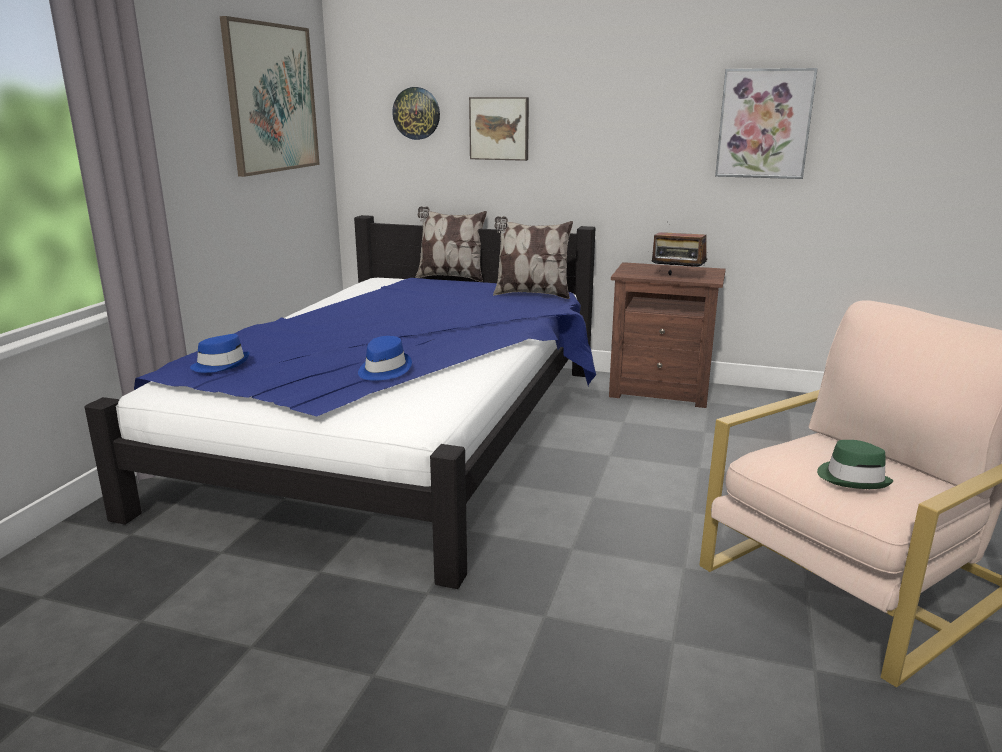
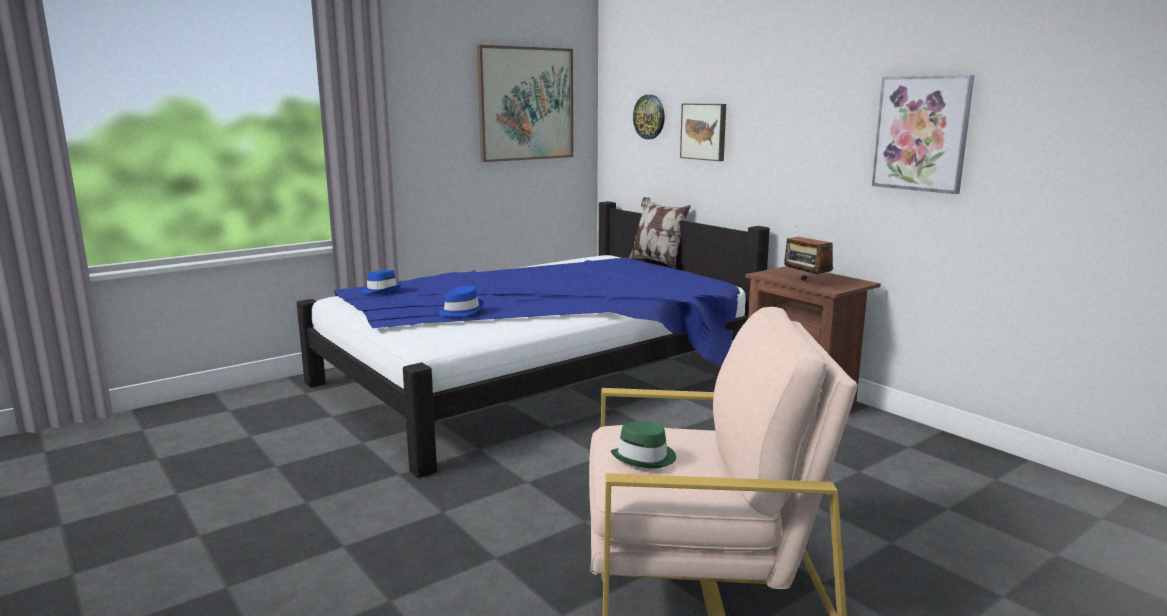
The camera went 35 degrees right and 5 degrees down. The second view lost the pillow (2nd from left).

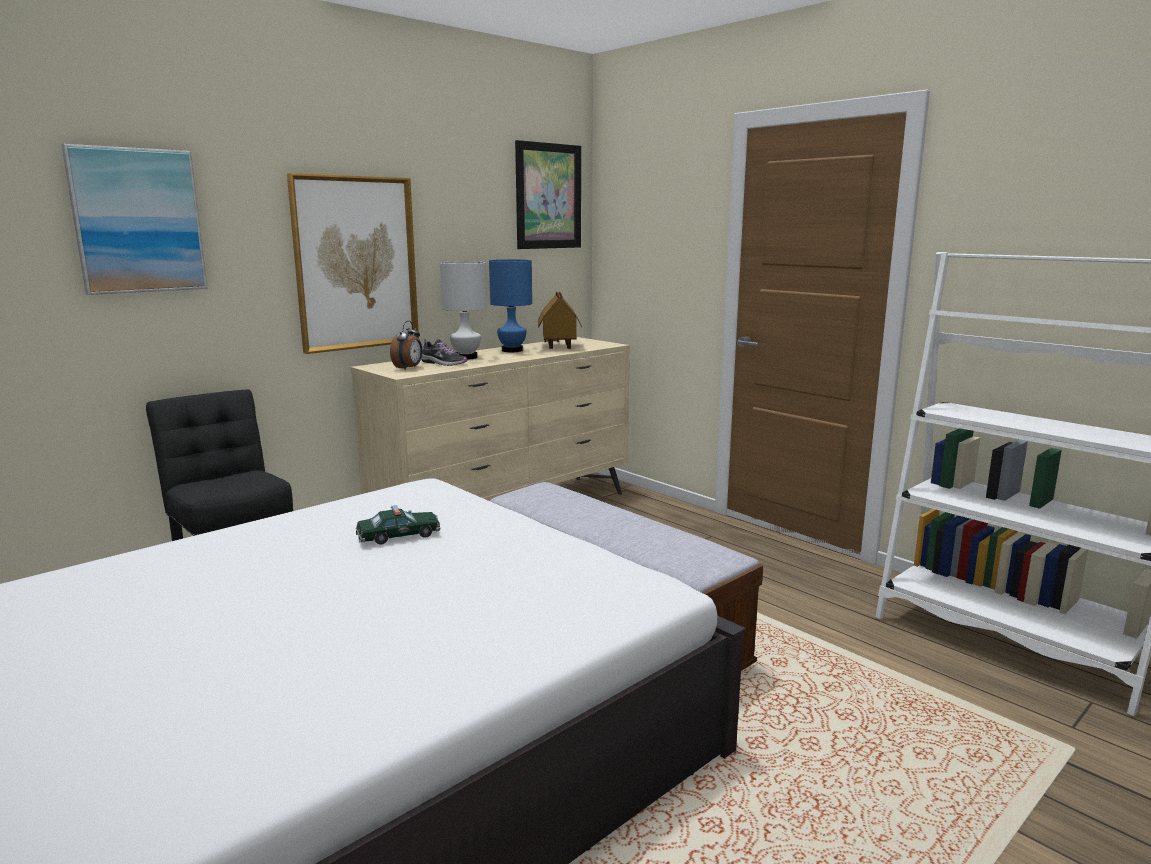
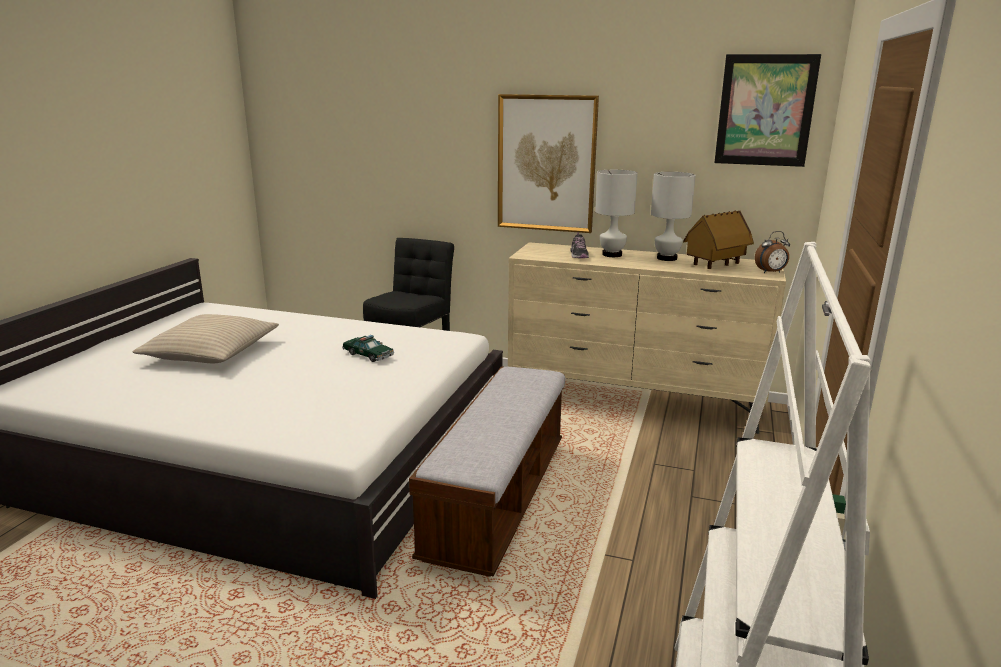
The camera went 60 degrees right and 5 degrees up. The second view gained the beige pillow. What was the blue table lamp turned into the white table lamp (2nd from left). The alarm clock ended up elsewhere. The second view lost the picture (1st from left).

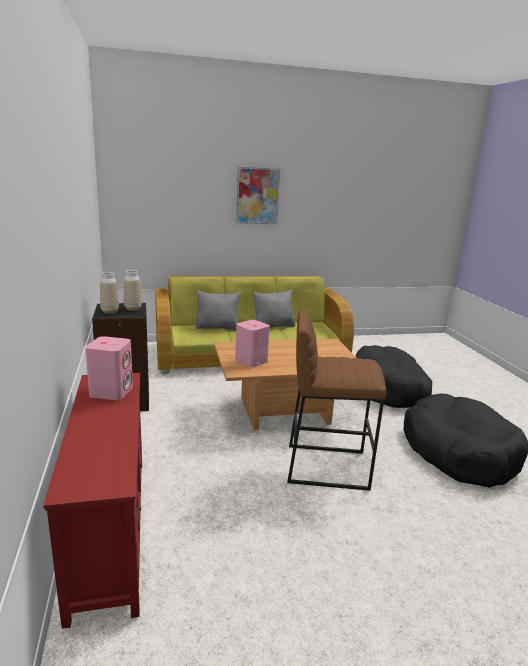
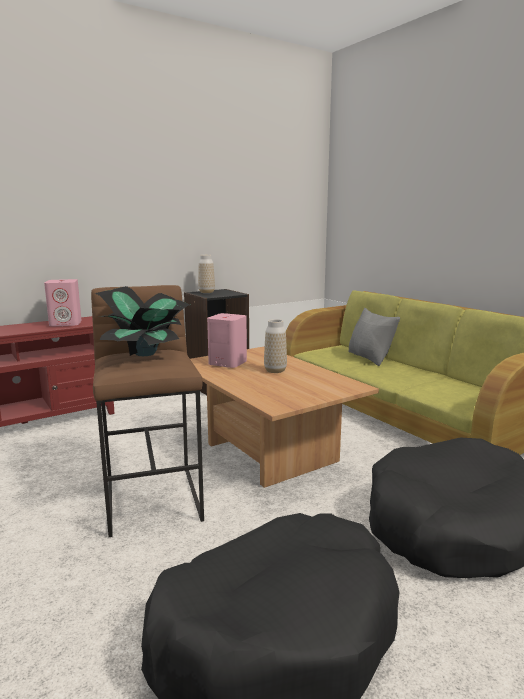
The camera went 70 degrees right and 5 degrees down. The second view gained the potted plant. The vase (2nd from left) ended up elsewhere. The second view lost the picture. The second view lost the grey pillow (2nd from left).

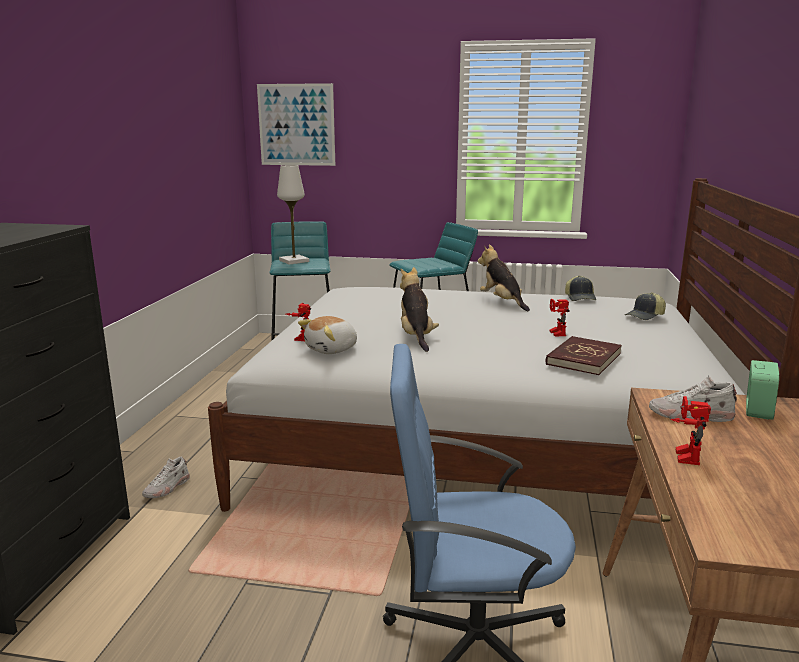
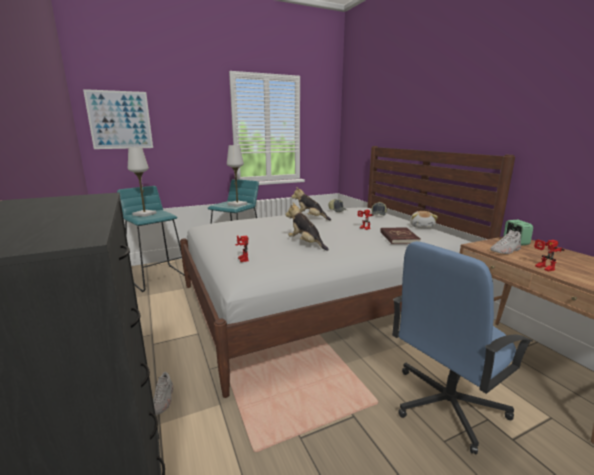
The camera went 35 degrees left and 0 degrees up. The second view gained the white table lamp (2nd from left). The plush toy (1st from left in the first image) ended up elsewhere.

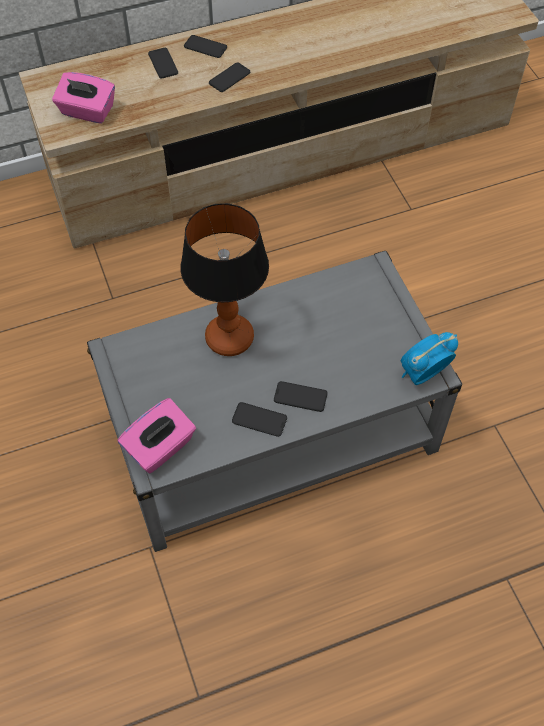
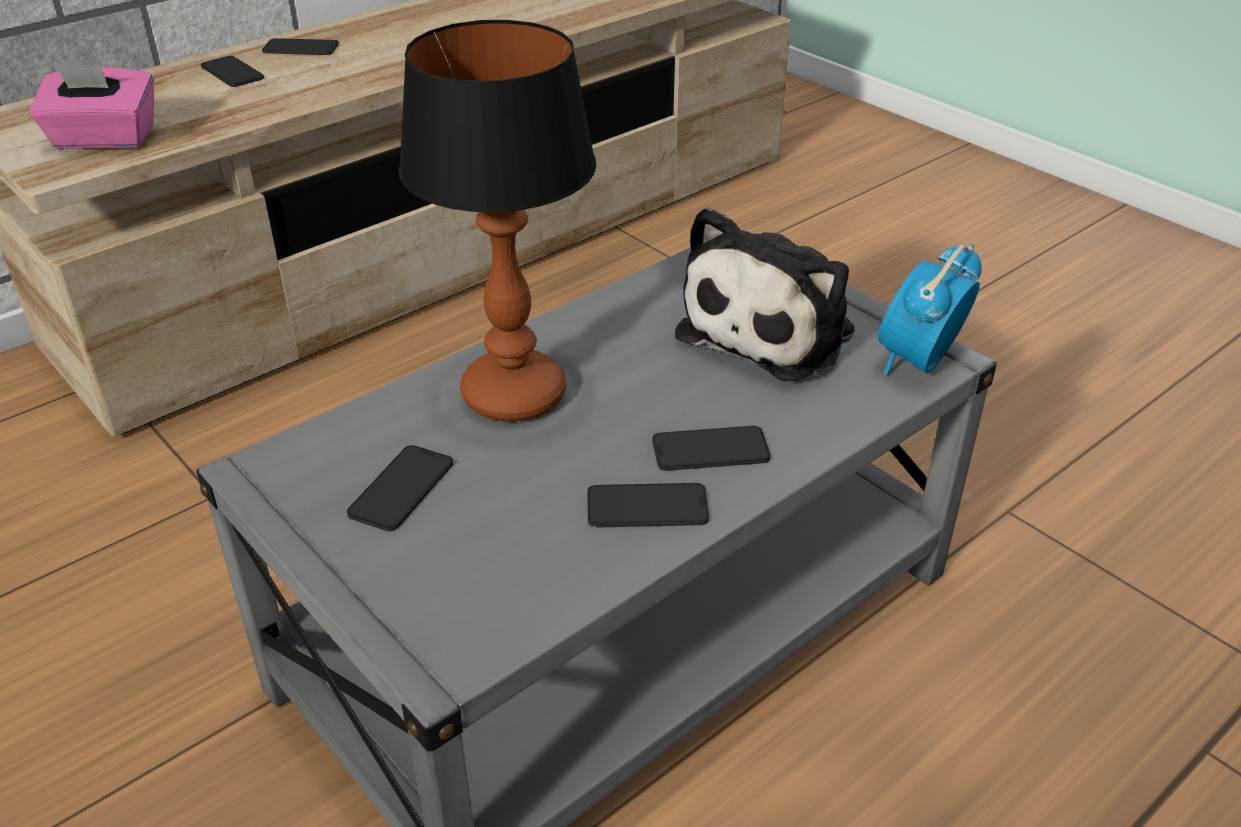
The camera went 20 degrees left and 20 degrees down. The phone (3rd from left) ended up elsewhere. The second view gained the plush toy. The second view lost the pink tissue box (2nd from left).

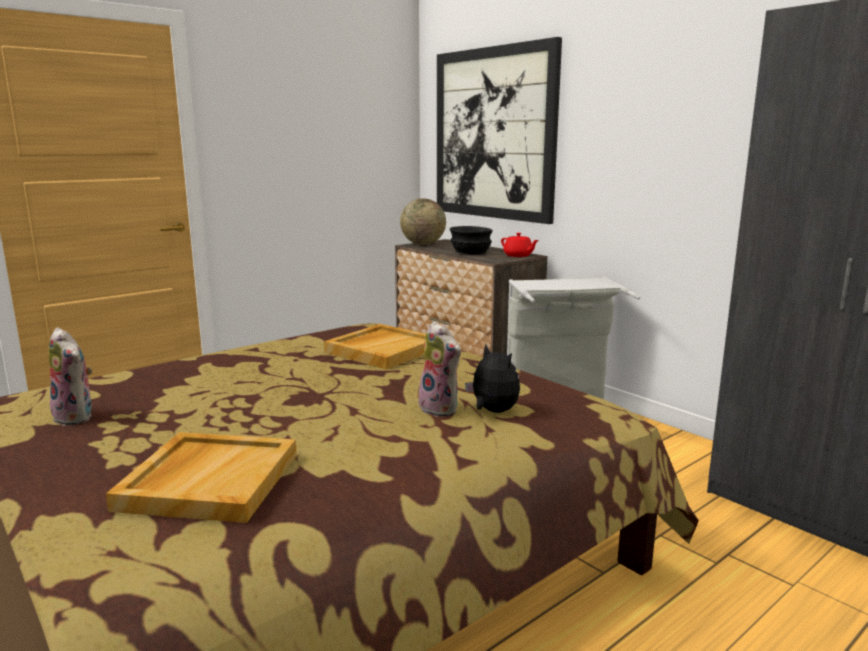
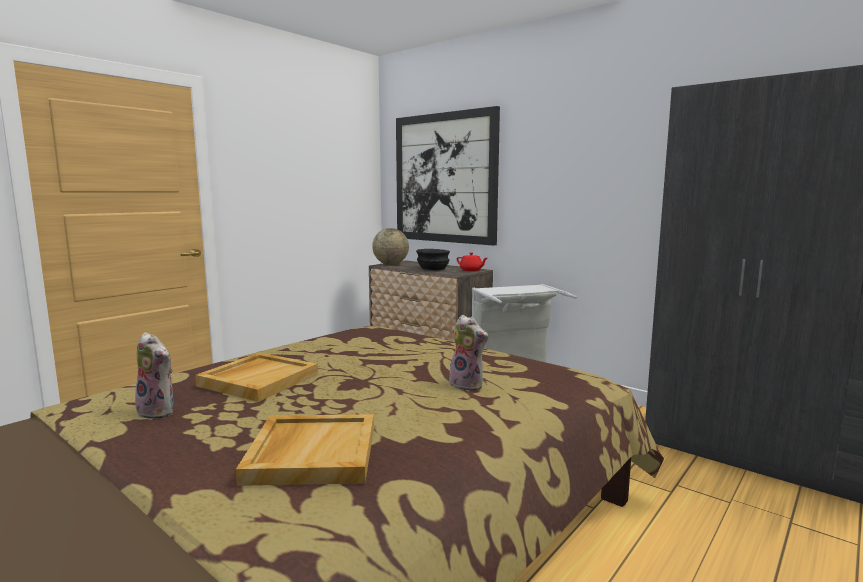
The camera went 10 degrees left and 5 degrees down. The beige tray (2nd from left in the first image) ended up elsewhere. The second view lost the plush toy (3rd from left).

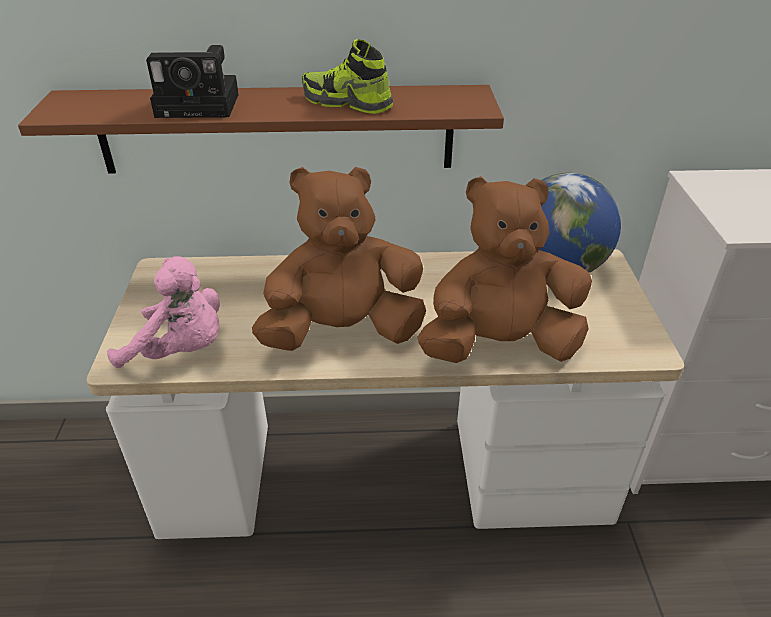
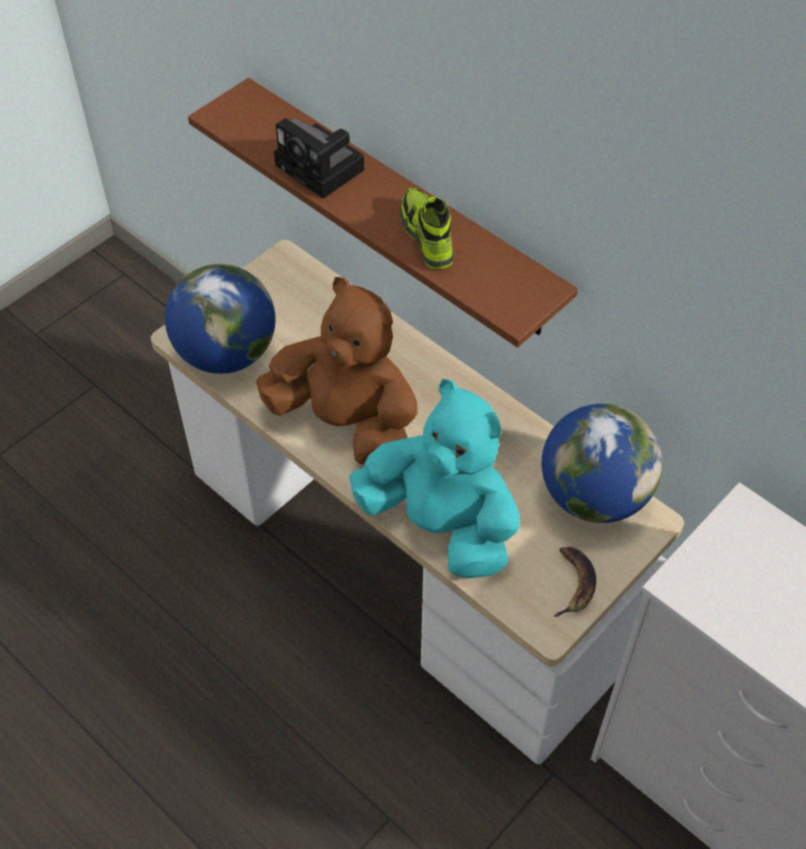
The camera went 45 degrees right and 15 degrees up. Where the pink plush toy stood, the globe (1st from left) came to stand. What was the brown plush toy (2nd from left) turned into the turquoise plush toy. The second view gained the banana.

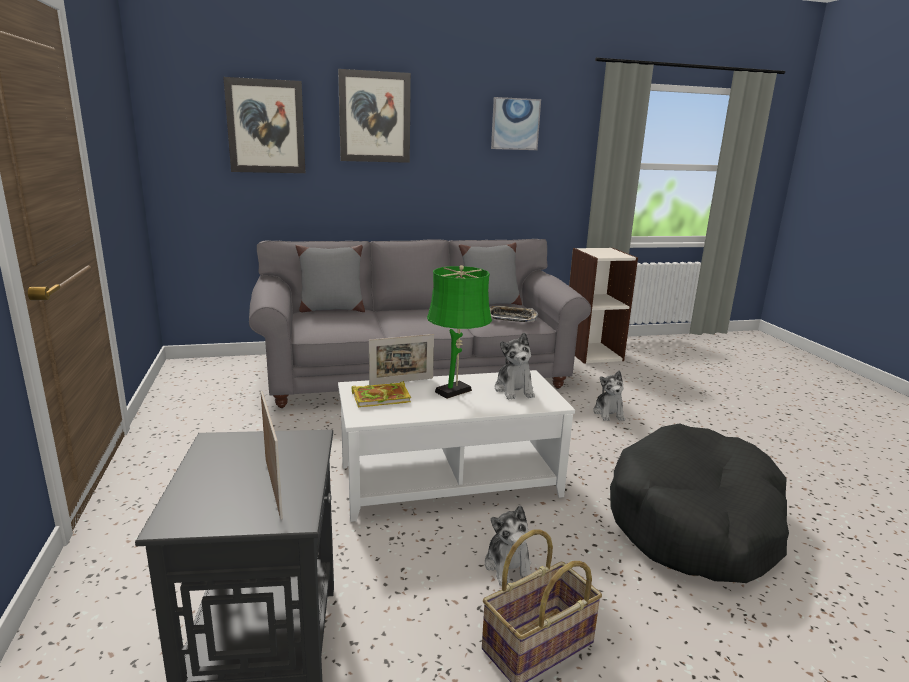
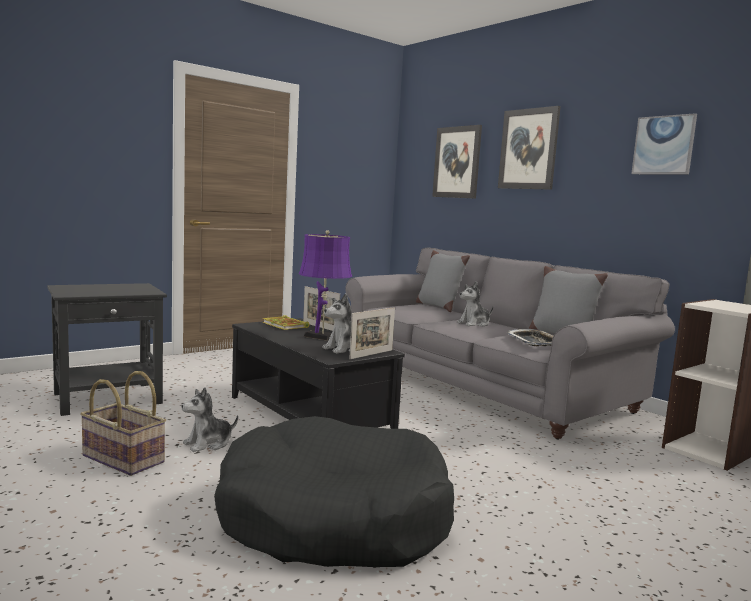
The camera went 65 degrees right and 10 degrees down. What was the white coffee table turned into the black coffee table. What was the green table lamp turned into the purple table lamp. The picture frame (1st from left in the first image) ended up elsewhere. The plush toy (3rd from left) ended up elsewhere.

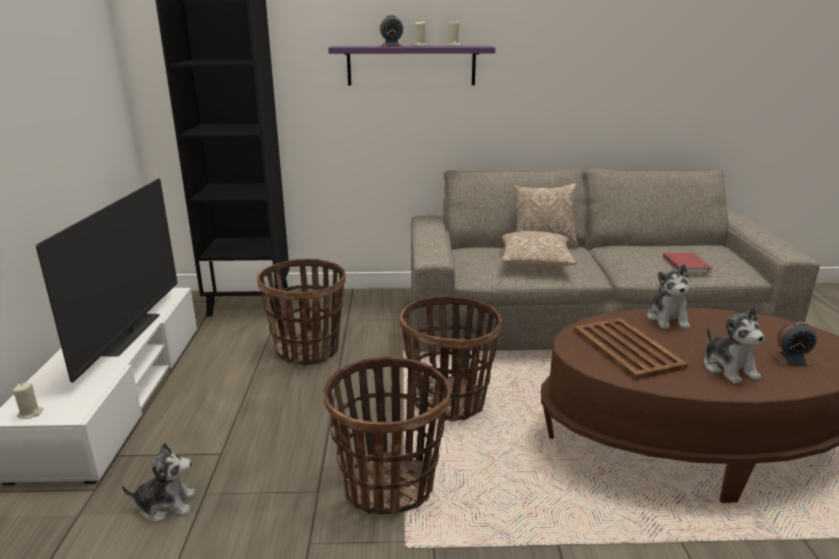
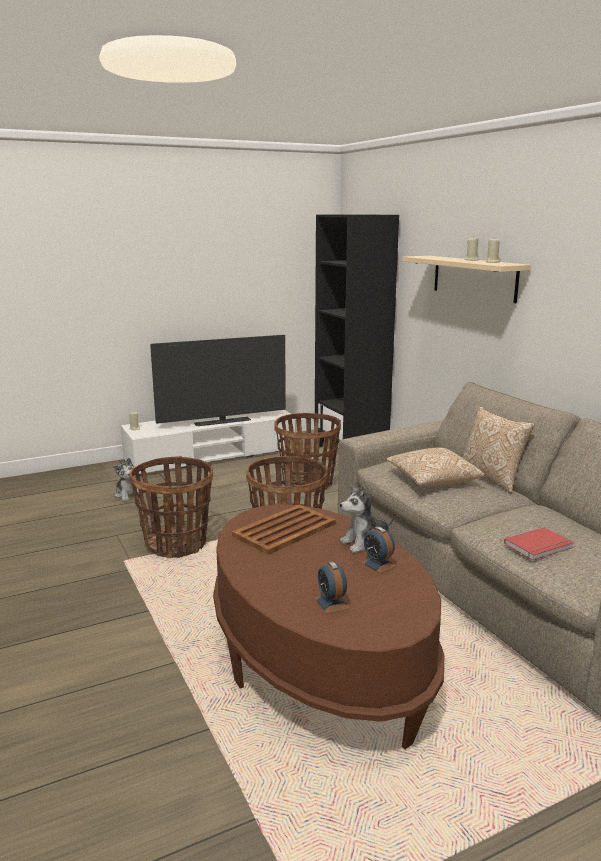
The camera went 65 degrees right and 5 degrees down. The alarm clock (1st from left in the first image) ended up elsewhere. What was the purple shelf turned into the beige shelf. The second view lost the plush toy (3rd from left).

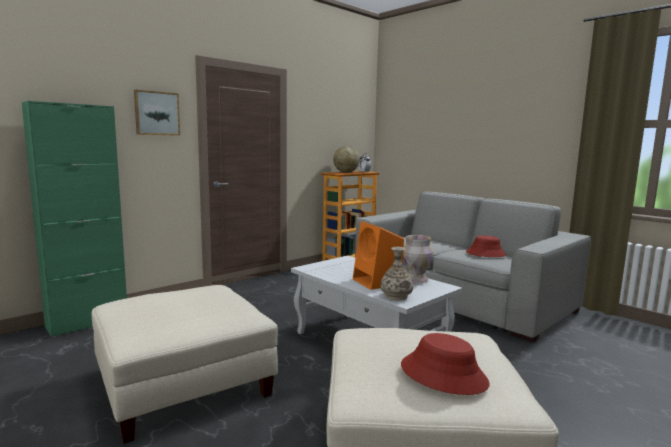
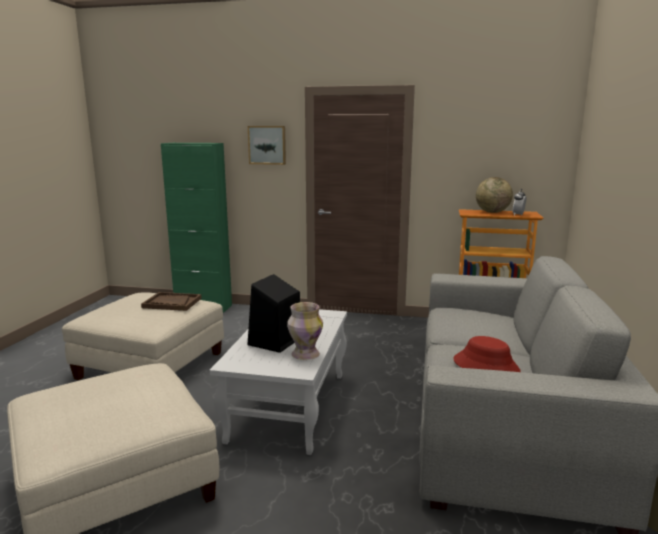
The camera went 55 degrees right and 5 degrees up. The second view gained the brown tray. What was the orange speaker turned into the black speaker. The second view lost the vase (1st from left). The second view lost the red hat (1st from left).

